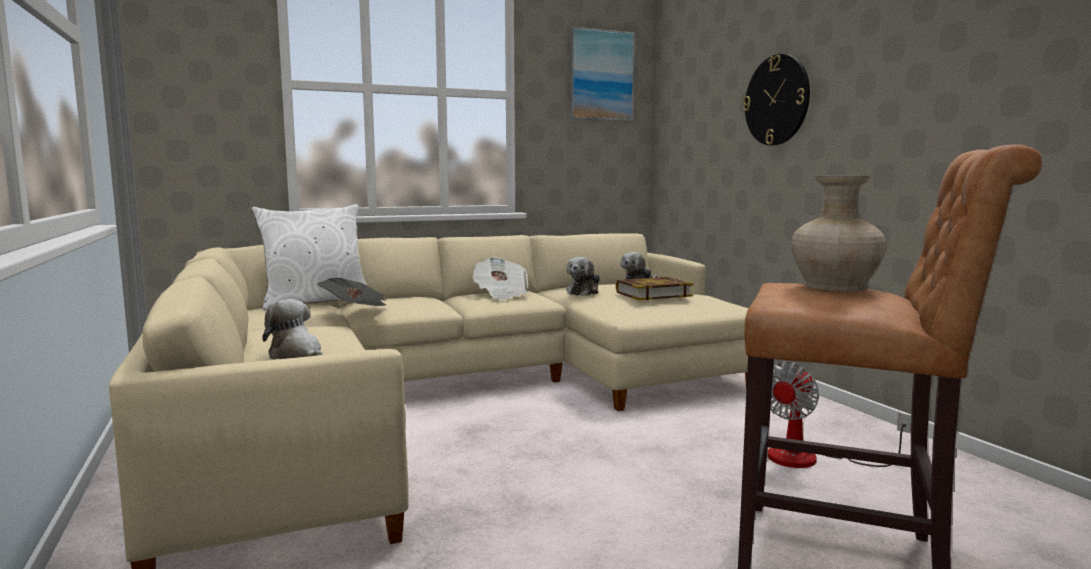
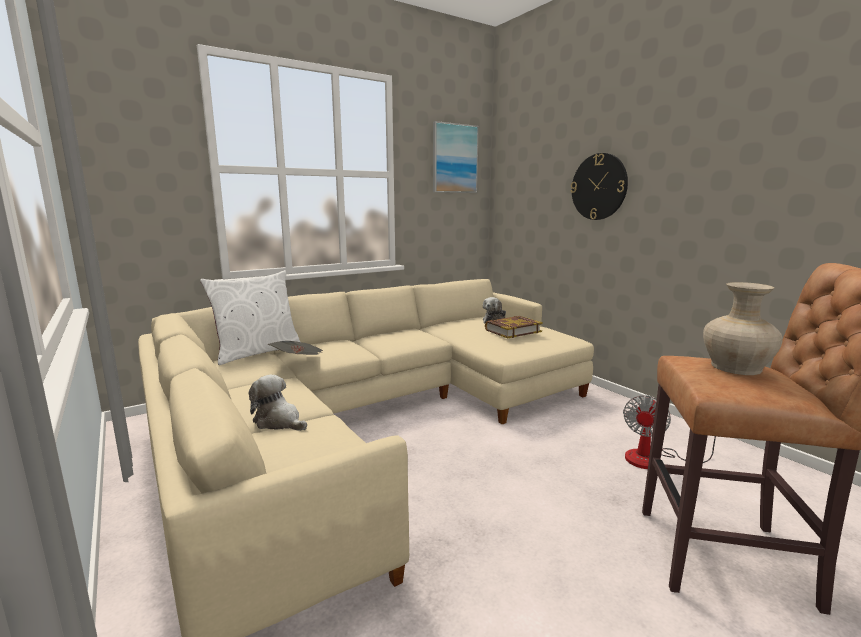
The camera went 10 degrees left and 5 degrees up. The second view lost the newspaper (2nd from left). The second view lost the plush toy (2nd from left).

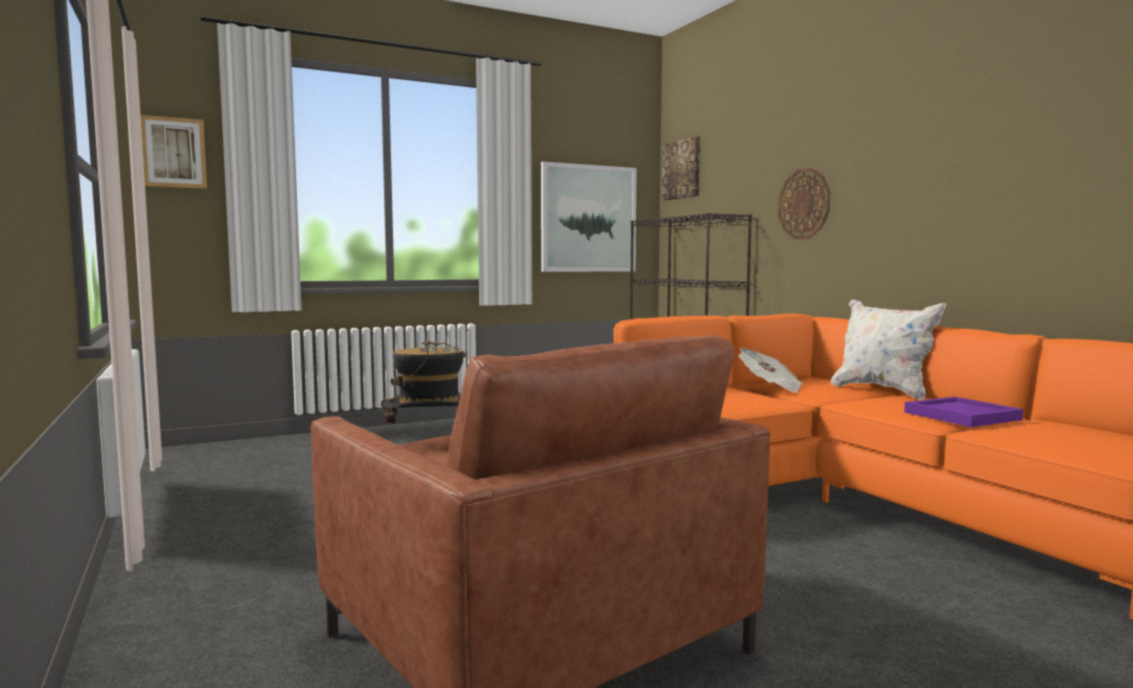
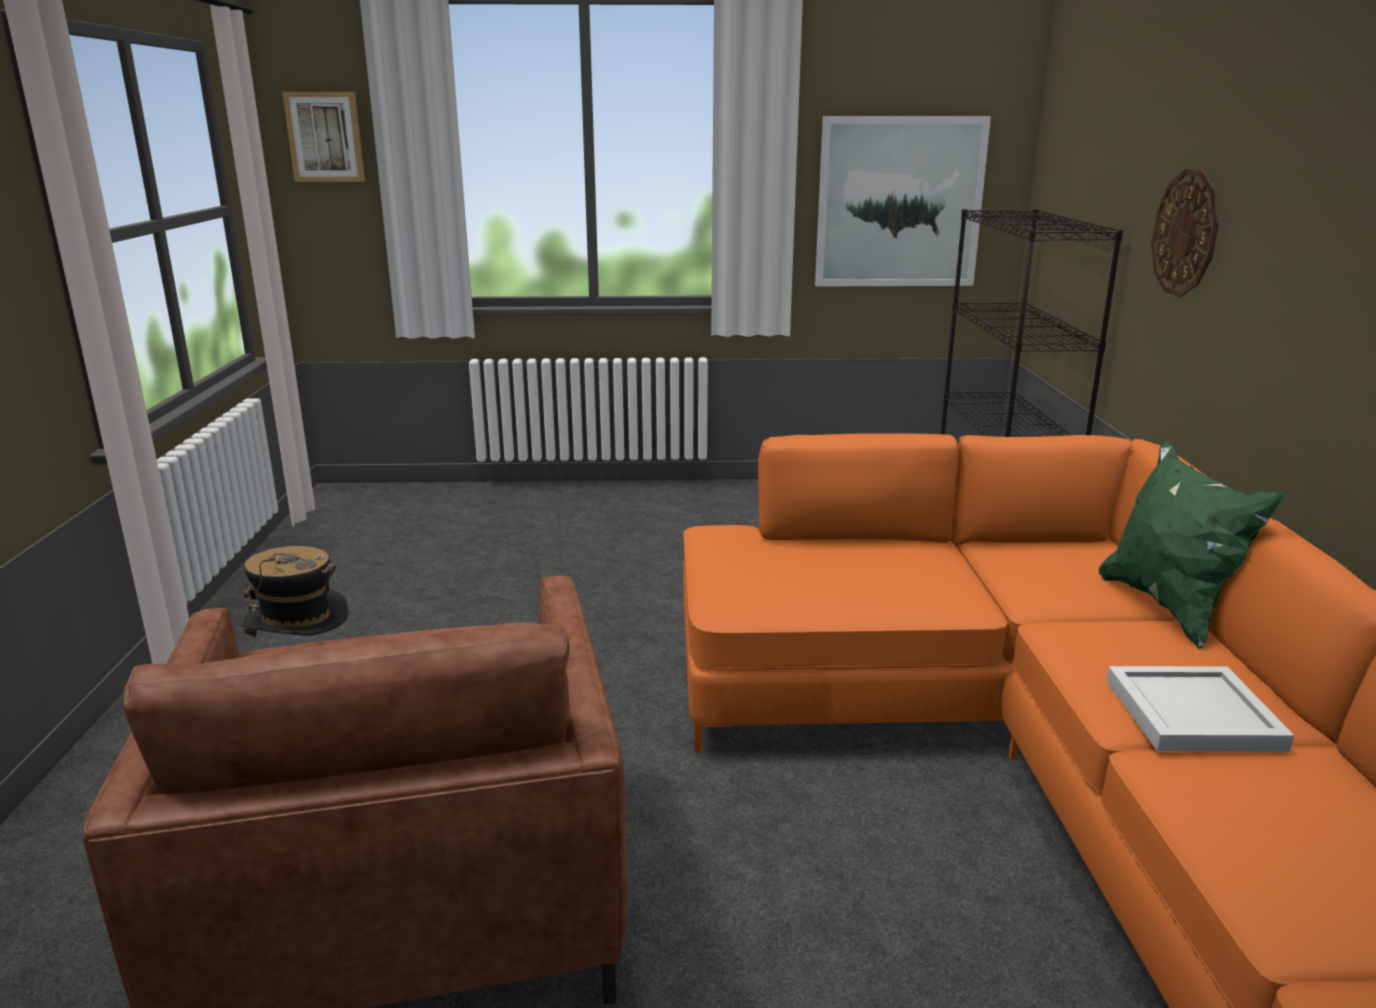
The camera went 25 degrees right and 15 degrees up. What was the white pillow turned into the green pillow. What was the purple tray turned into the white tray. The second view lost the picture (3rd from left). The second view lost the newspaper.

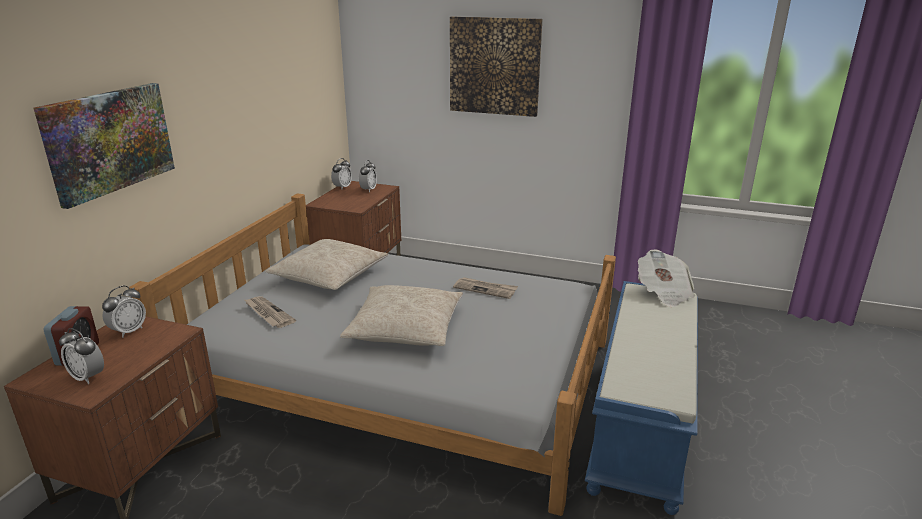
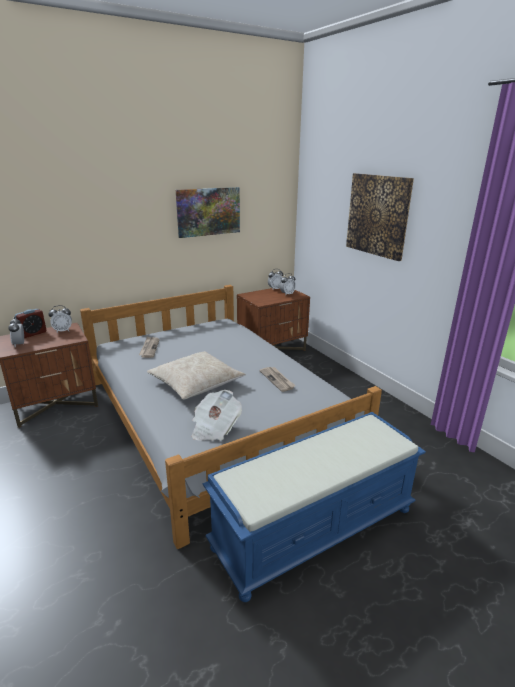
The camera went 40 degrees right and 0 degrees up. The picture (1st from left) ended up elsewhere. The newspaper (3rd from left in the first image) ended up elsewhere. The second view lost the beige pillow (1st from left).

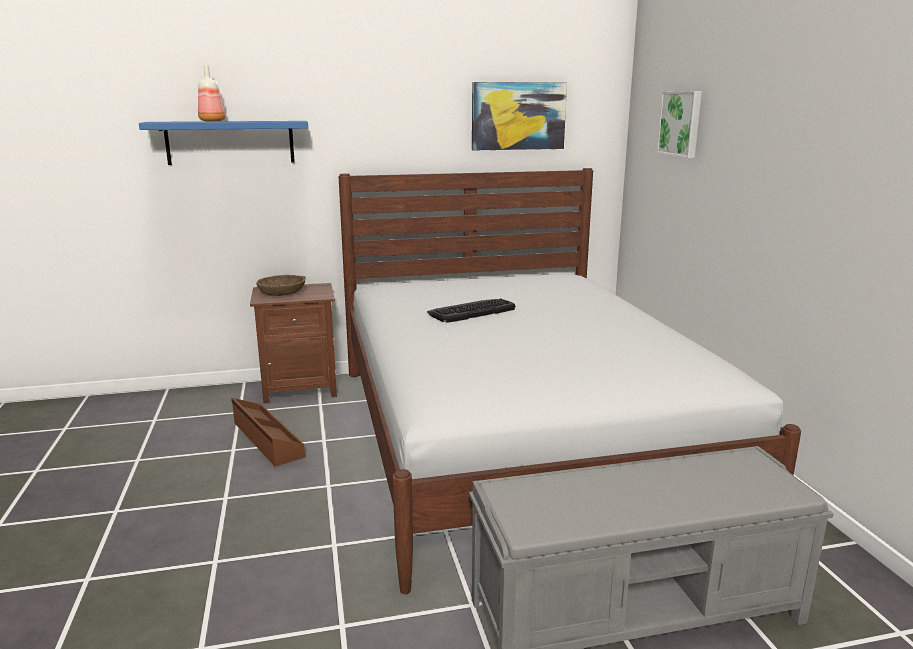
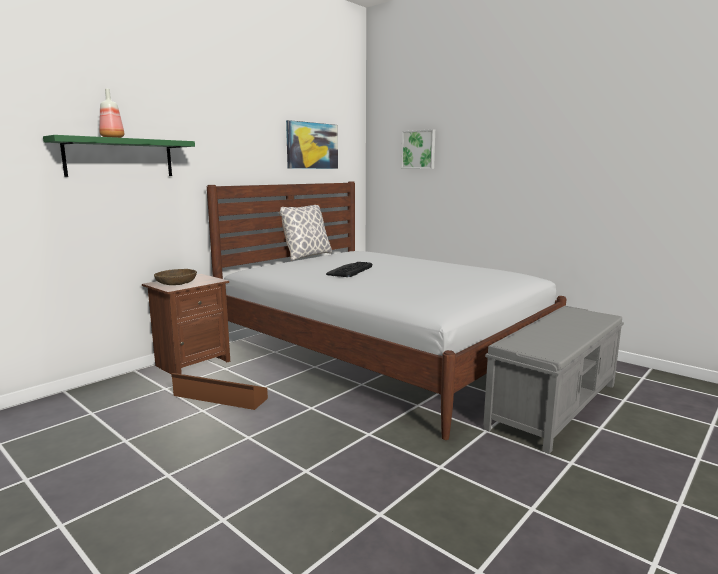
The camera went 35 degrees left and 5 degrees down. What was the blue shelf turned into the green shelf. The second view gained the pillow.

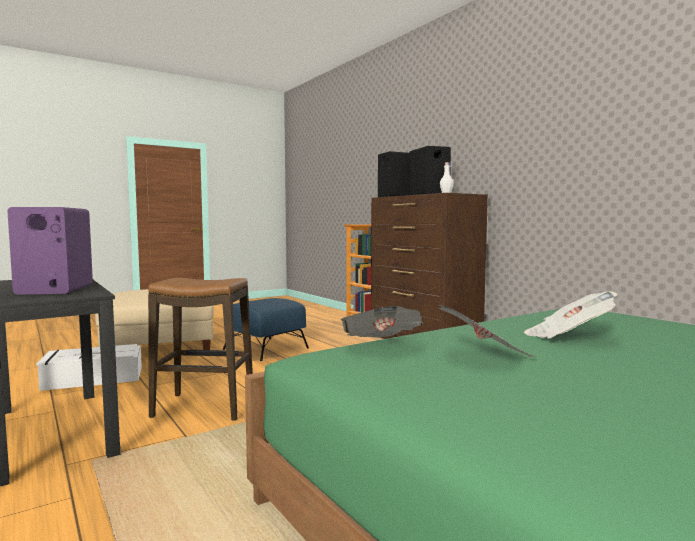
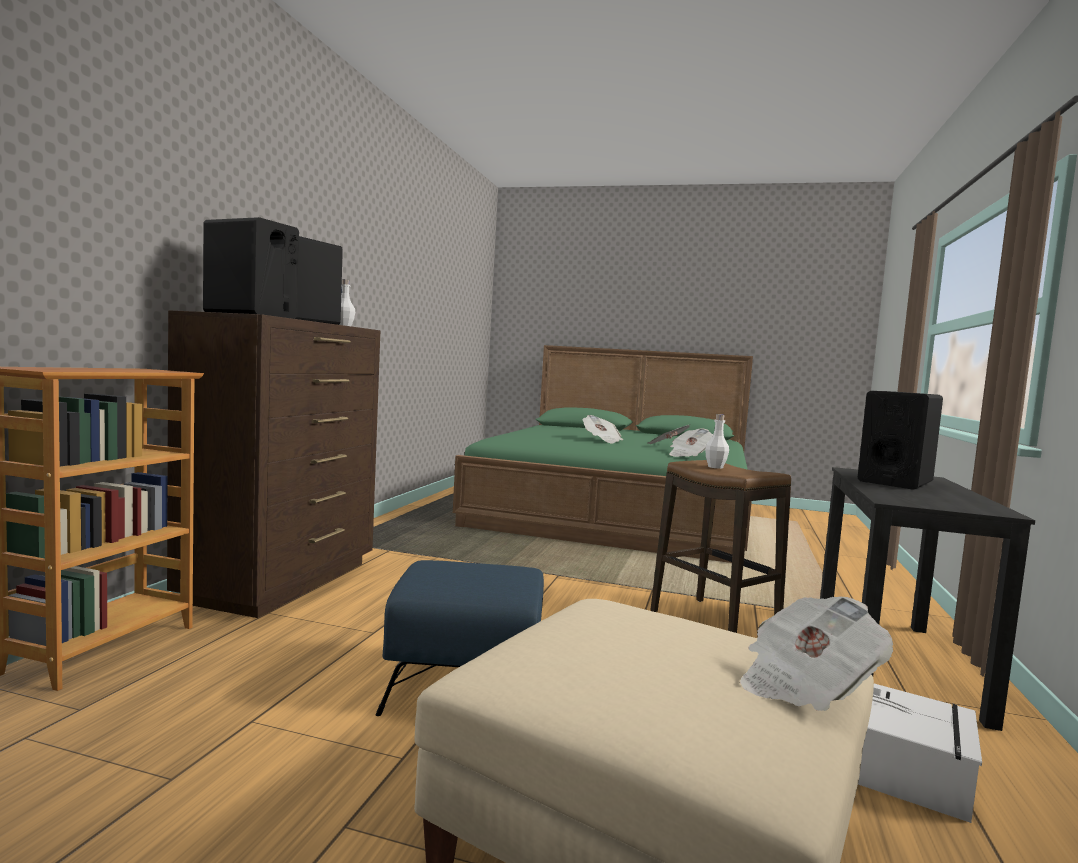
The camera went 130 degrees left and 0 degrees up. The second view gained the white bottle (2nd from left). The second view gained the newspaper (4th from left). What was the purple speaker turned into the black speaker (3rd from left).

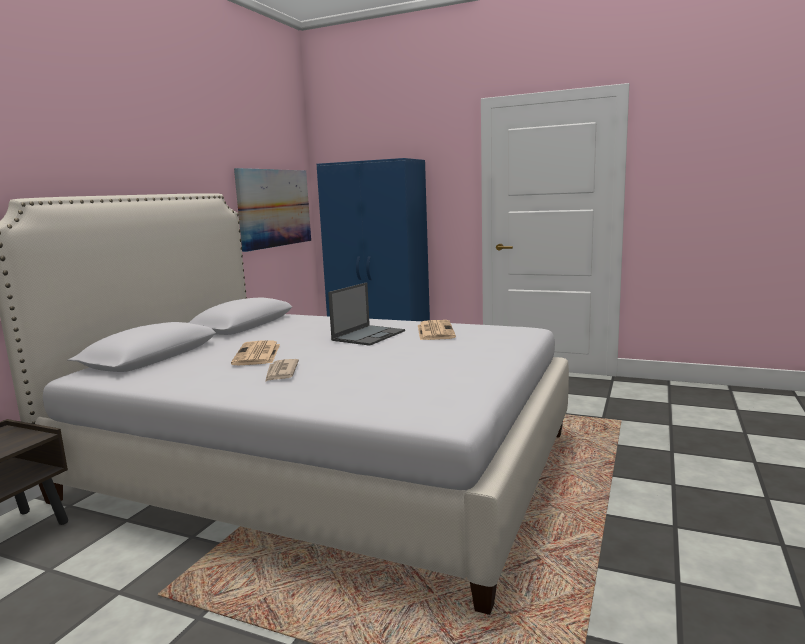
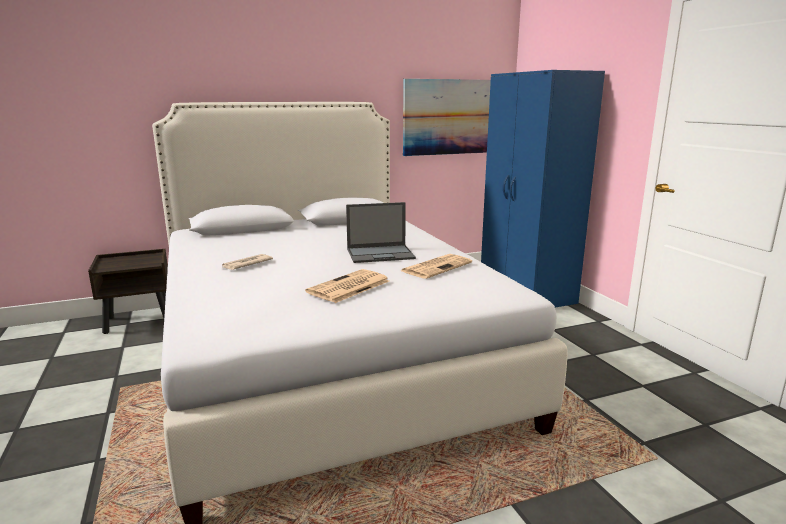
The camera went 45 degrees right and 5 degrees up. The newspaper (1st from left in the first image) ended up elsewhere.

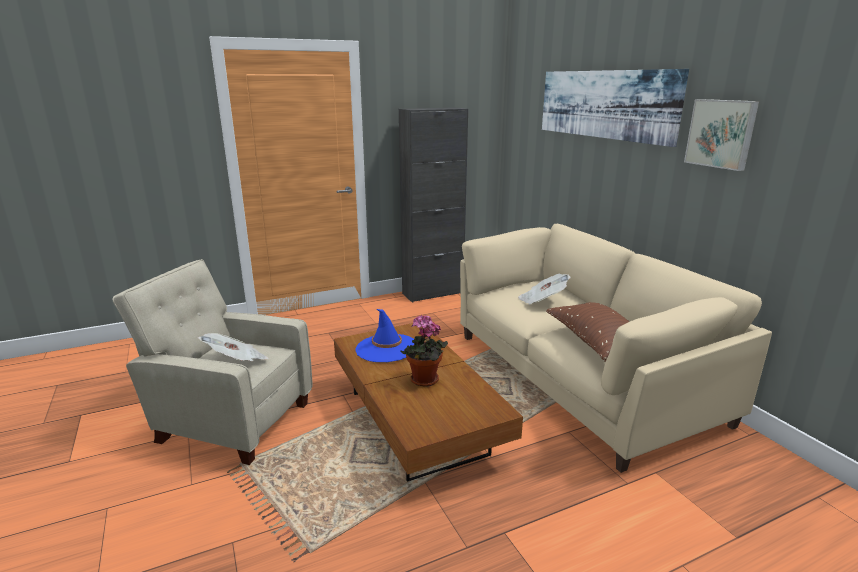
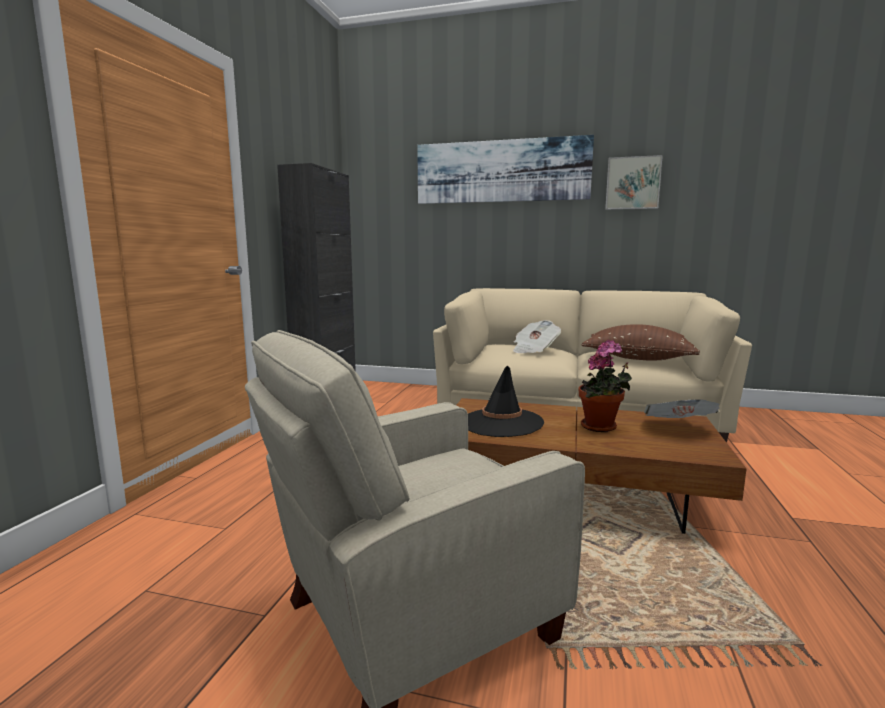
The camera went 50 degrees left and 10 degrees down. What was the blue hat turned into the black hat. The newspaper (1st from left in the first image) ended up elsewhere.

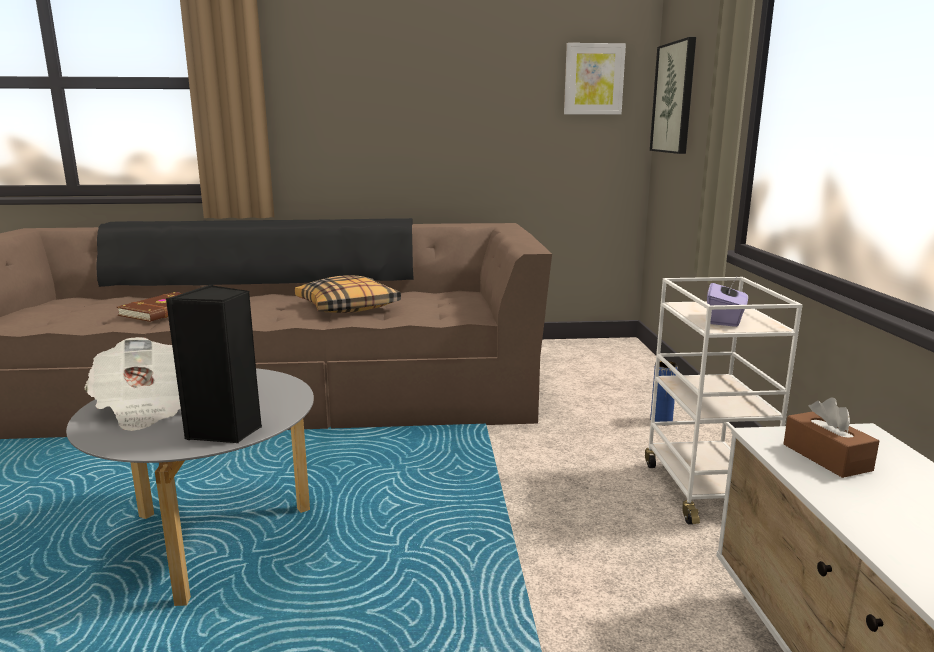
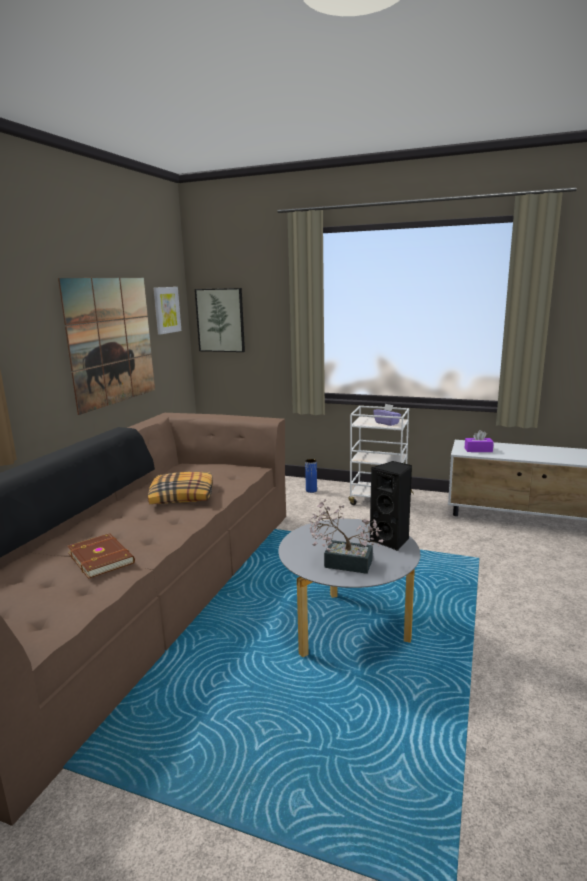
The camera went 65 degrees left and 0 degrees up. The second view gained the picture (1st from left). Where the newspaper stood, the potted plant came to stand. What was the brown tissue box turned into the purple tissue box (2nd from left).

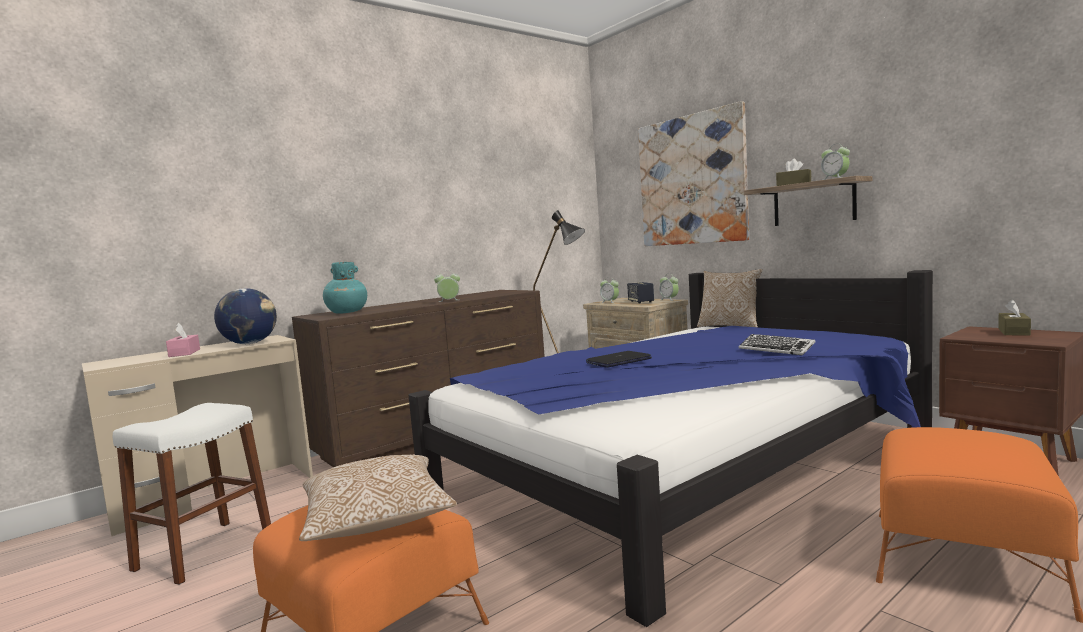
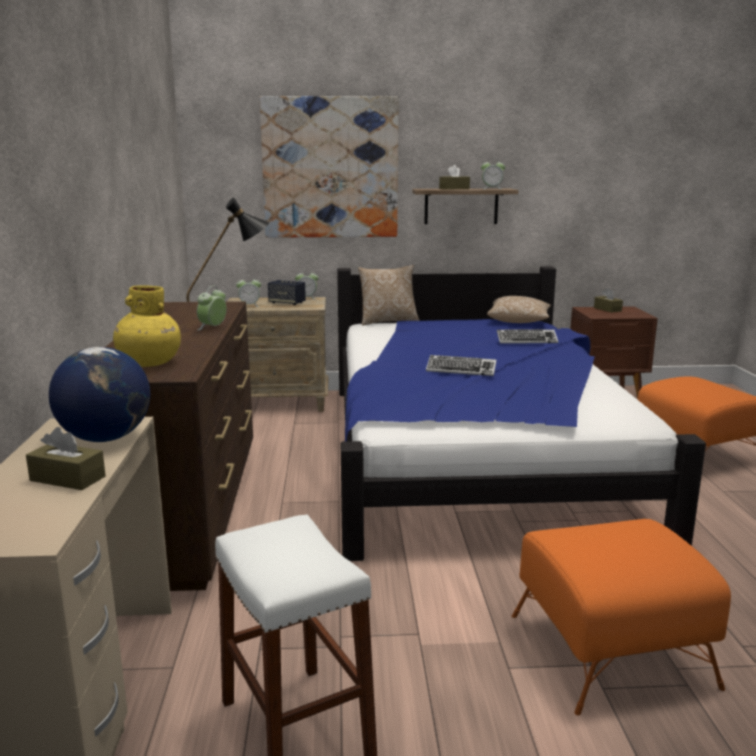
The camera went 55 degrees left and 10 degrees up. What was the pink tissue box turned into the brown tissue box (1st from left). What was the turquoise vase turned into the yellow vase. Where the laptop stood, the keyboard (1st from left) came to stand. The pillow (1st from left in the first image) ended up elsewhere.

